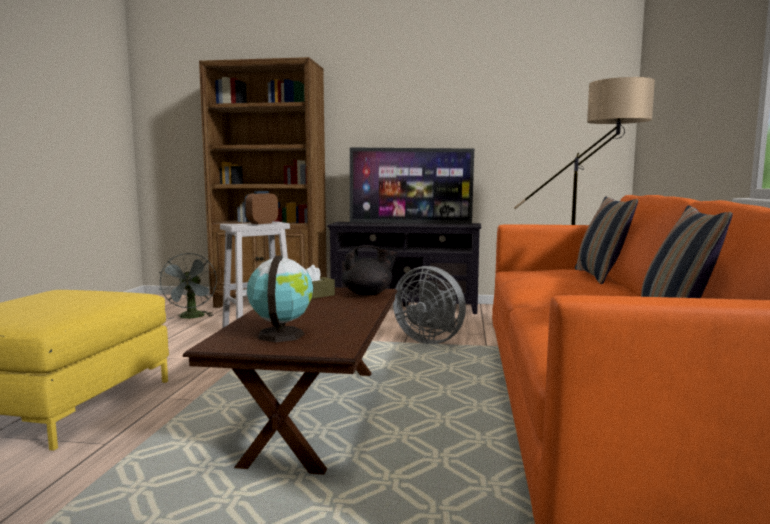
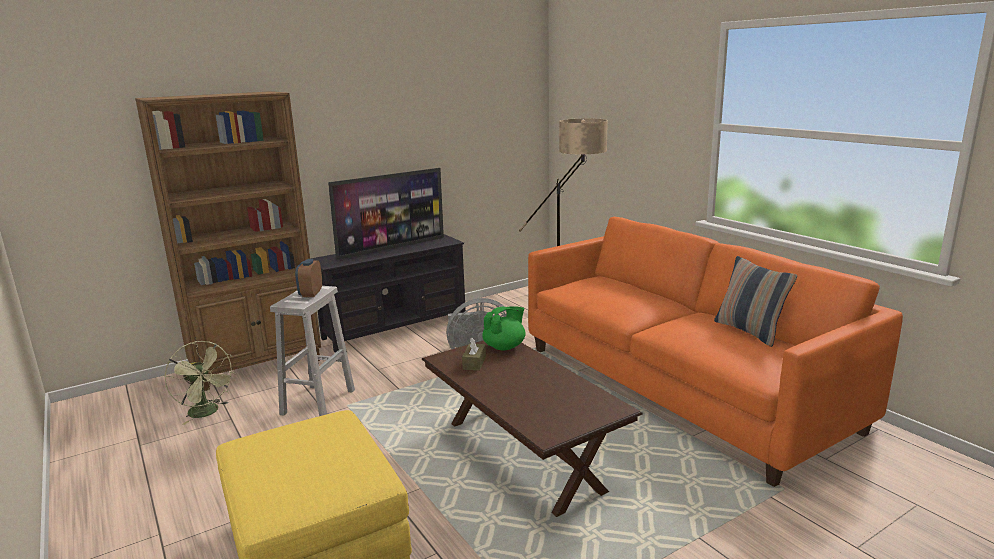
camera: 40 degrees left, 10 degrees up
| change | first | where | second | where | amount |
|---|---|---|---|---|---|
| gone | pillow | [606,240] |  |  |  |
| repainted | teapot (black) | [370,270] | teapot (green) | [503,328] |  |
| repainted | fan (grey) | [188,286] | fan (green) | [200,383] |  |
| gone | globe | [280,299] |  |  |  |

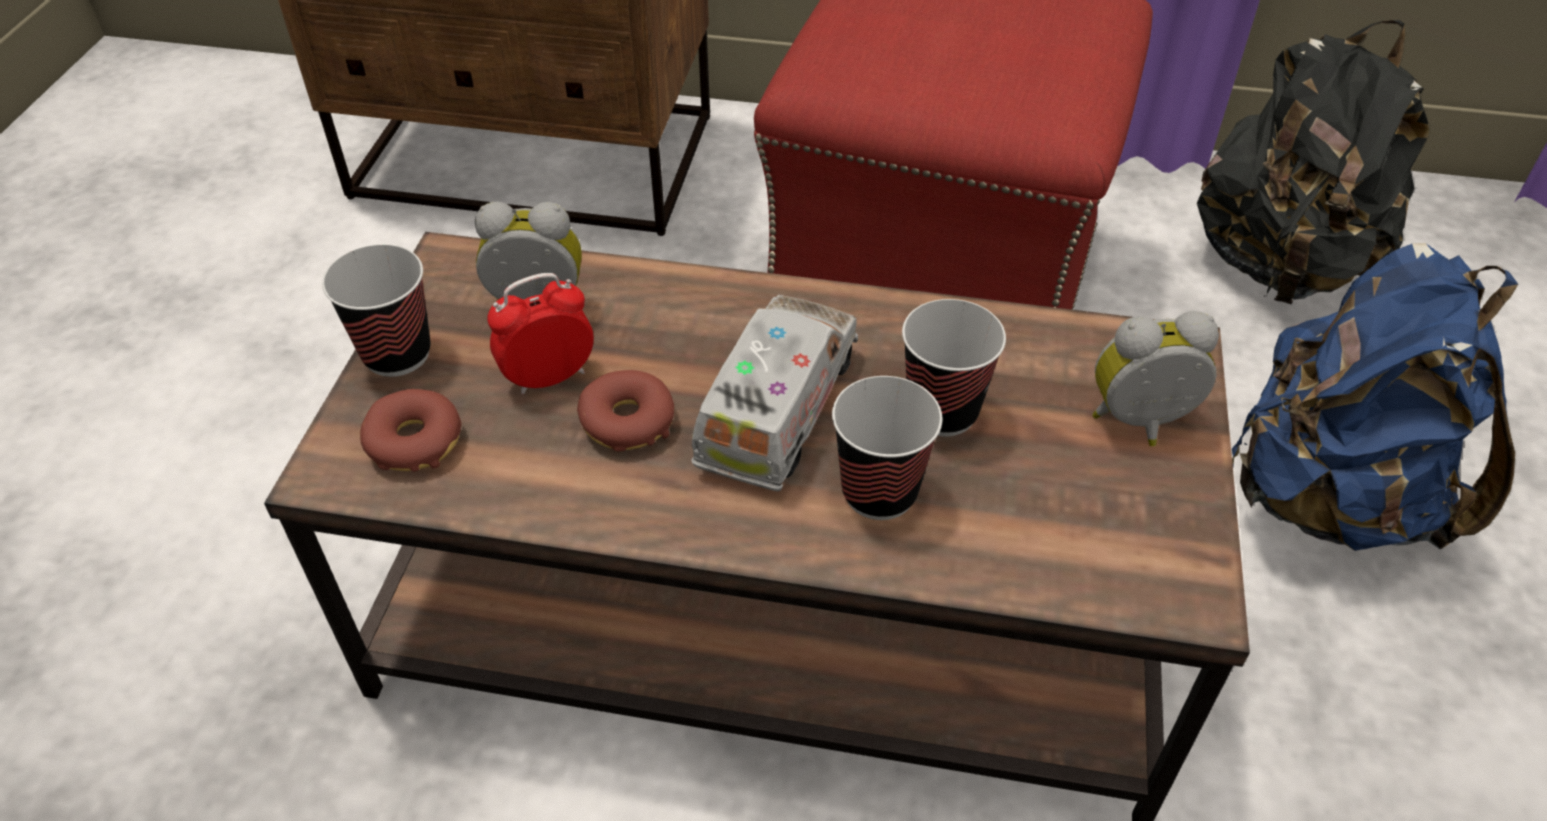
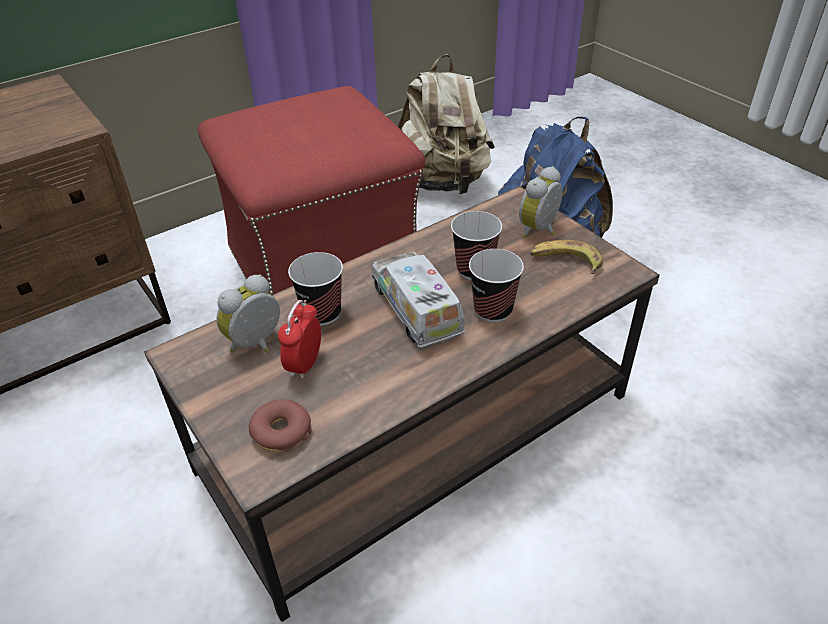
camera: 45 degrees left, 5 degrees down
| change | first | where | second | where | amount |
|---|---|---|---|---|---|
| repainted | backpack (black) | [1313,162] | backpack (beige) | [446,124] |  |
| shifted | cup | [376,310] |  | [315,289] |  |
| gone | donut | [625,411] |  |  |  |
| new |  |  | banana | [566,257] |  |

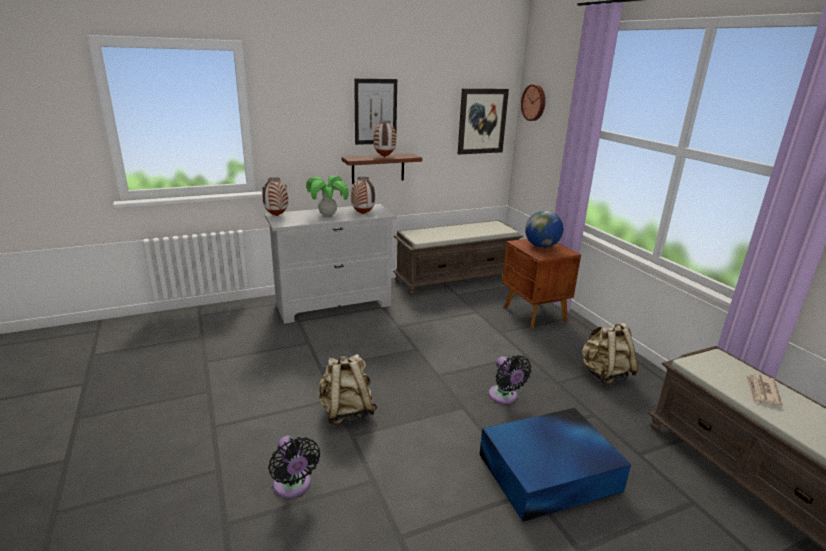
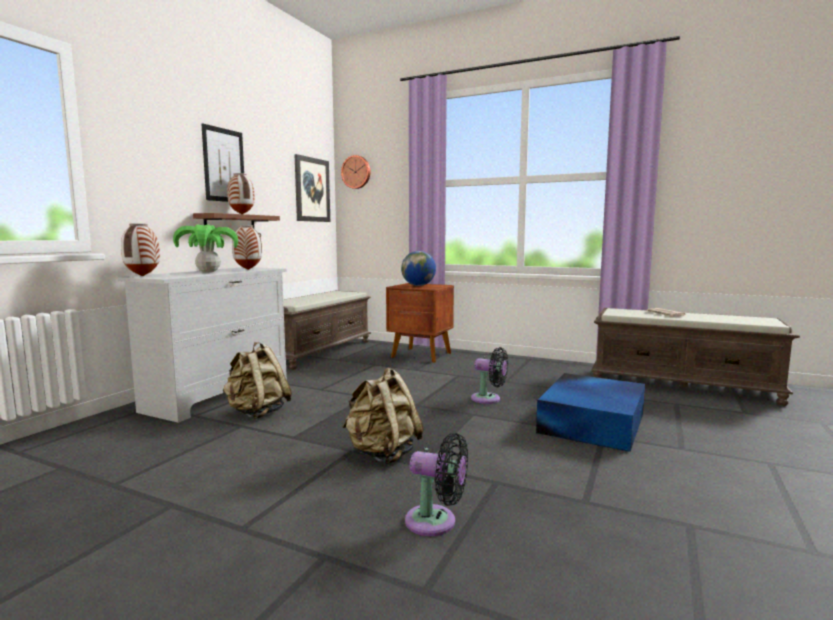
camera: 40 degrees left, 15 degrees down
| change | first | where | second | where | amount |
|---|---|---|---|---|---|
| shifted | backpack (beige) | [609,353] |  | [257,380] |  |

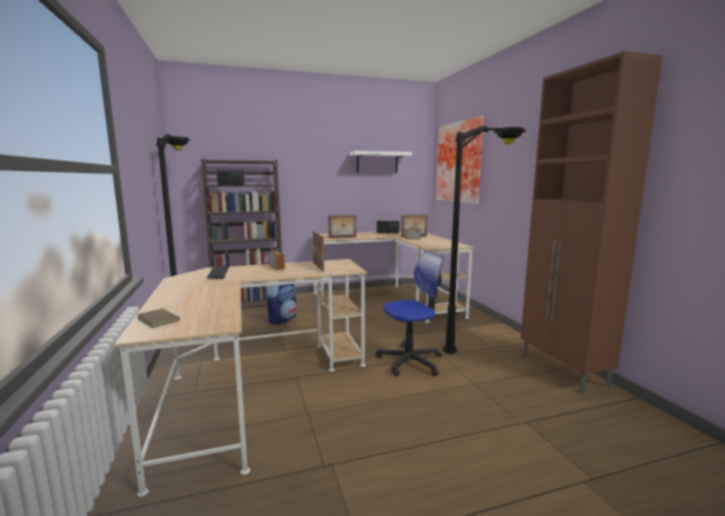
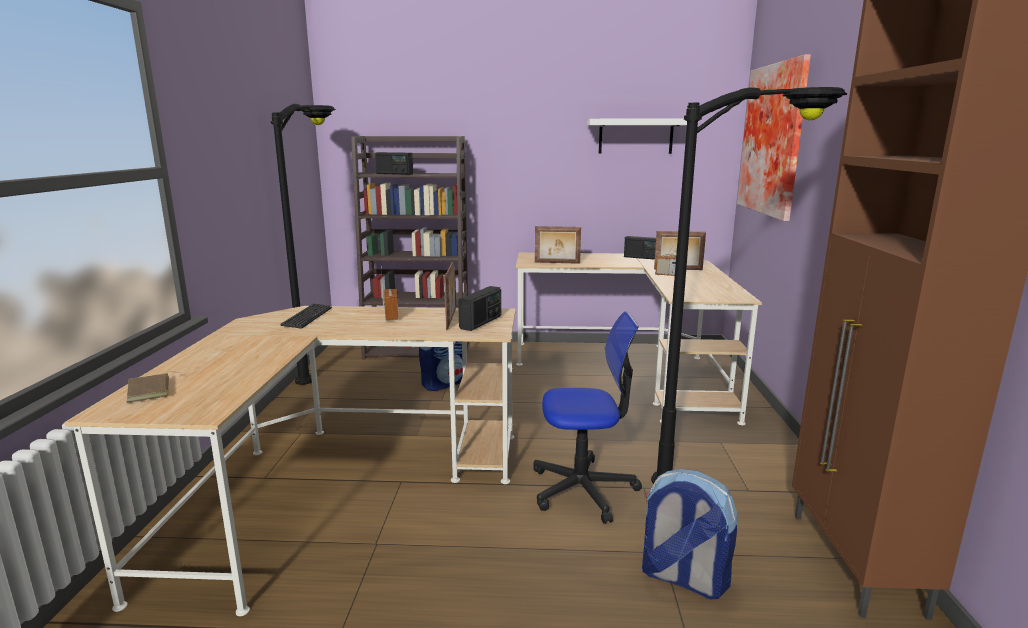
camera: 20 degrees right, 5 degrees up
| change | first | where | second | where | amount |
|---|---|---|---|---|---|
| new |  |  | radio | [479,308] |  |
| new |  |  | backpack | [689,534] |  |

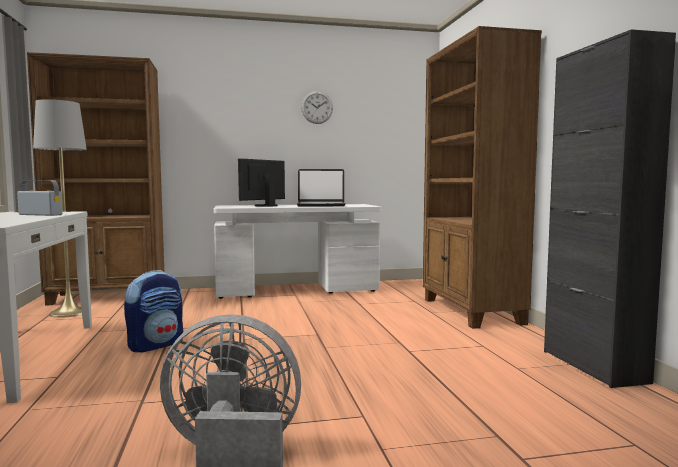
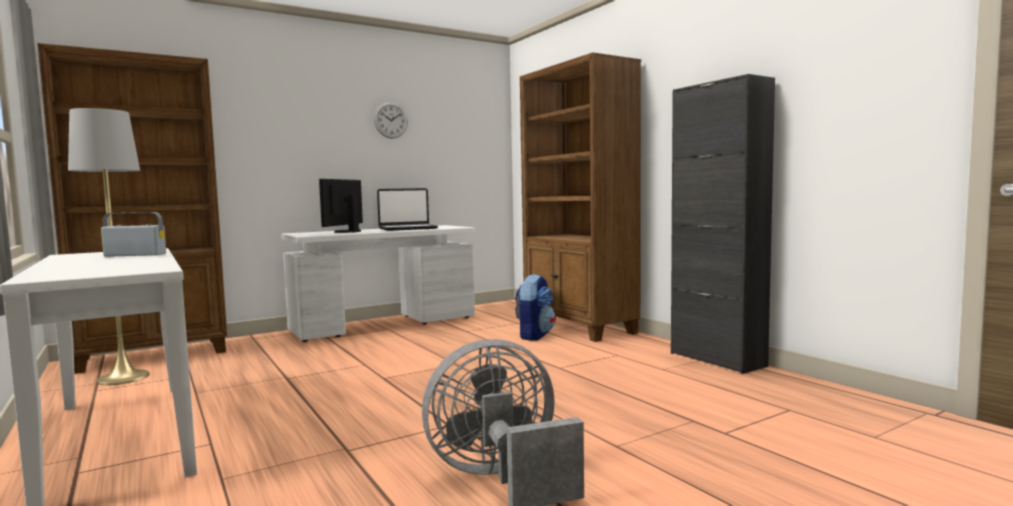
camera: 20 degrees left, 0 degrees up
| change | first | where | second | where | amount |
|---|---|---|---|---|---|
| shifted | backpack | [153,311] |  | [535,307] |  |

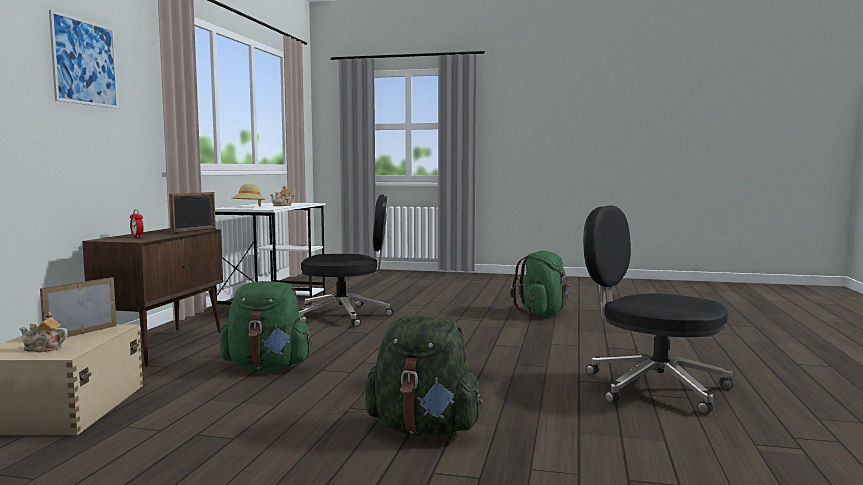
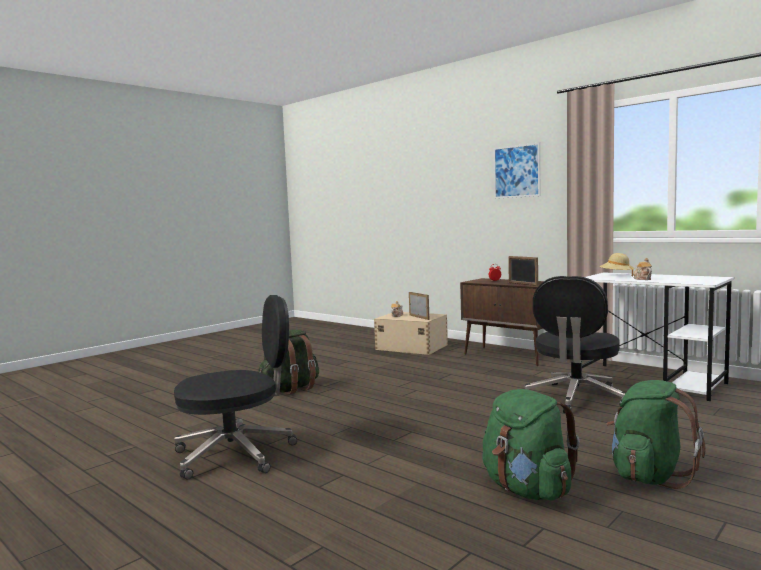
camera: 120 degrees right, 0 degrees up
| change | first | where | second | where | amount |
|---|---|---|---|---|---|
| shifted | backpack (green) | [266,326] |  | [656,434] |  |

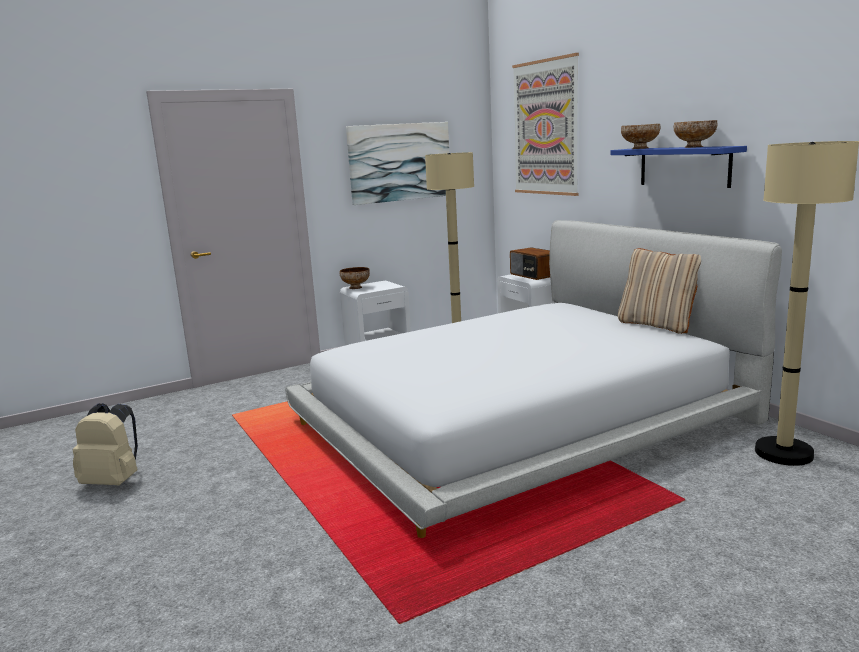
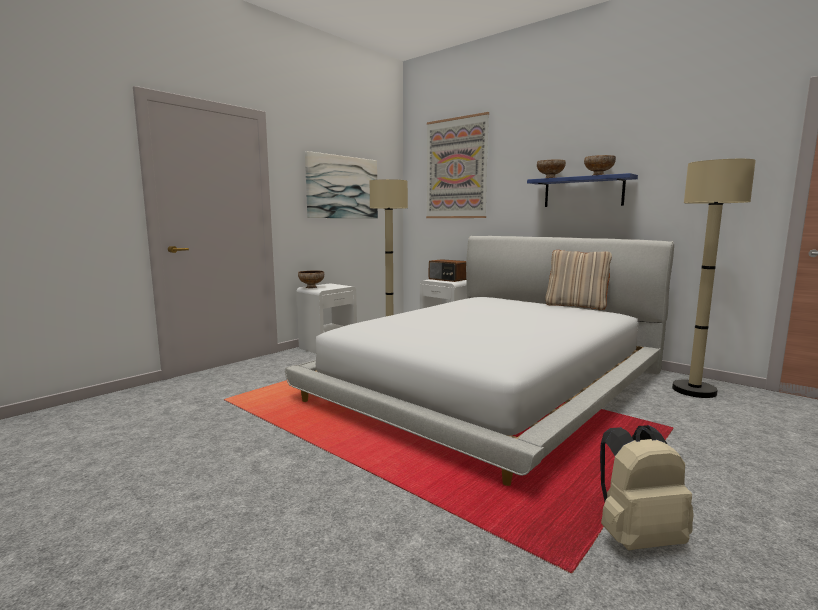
camera: 20 degrees left, 5 degrees down
| change | first | where | second | where | amount |
|---|---|---|---|---|---|
| shifted | backpack (beige) | [105,444] |  | [647,487] |  |

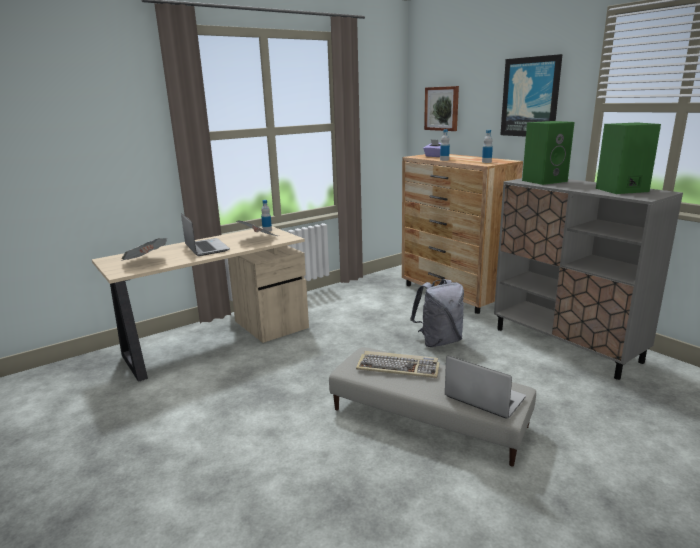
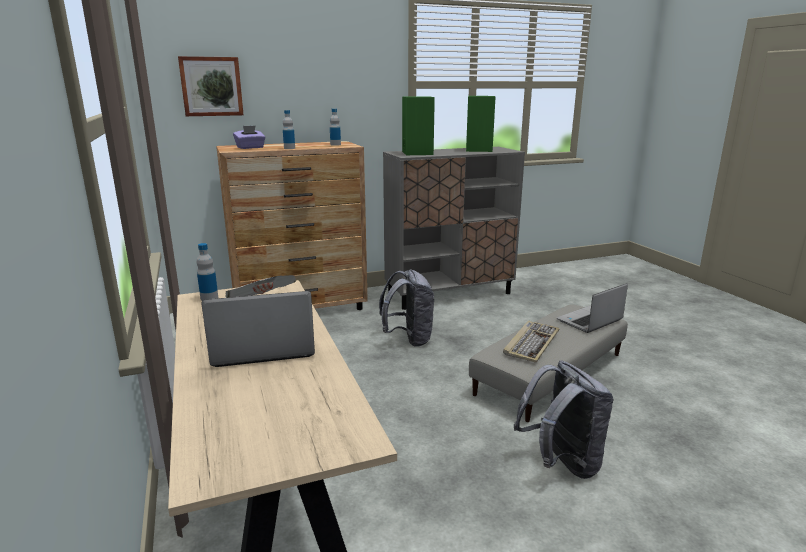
camera: 75 degrees left, 0 degrees up
| change | first | where | second | where | amount |
|---|---|---|---|---|---|
| gone | picture | [531,95] |  |  |  |
| gone | newspaper | [144,249] |  |  |  |
| new |  |  | backpack (grey) | [564,419] |  |

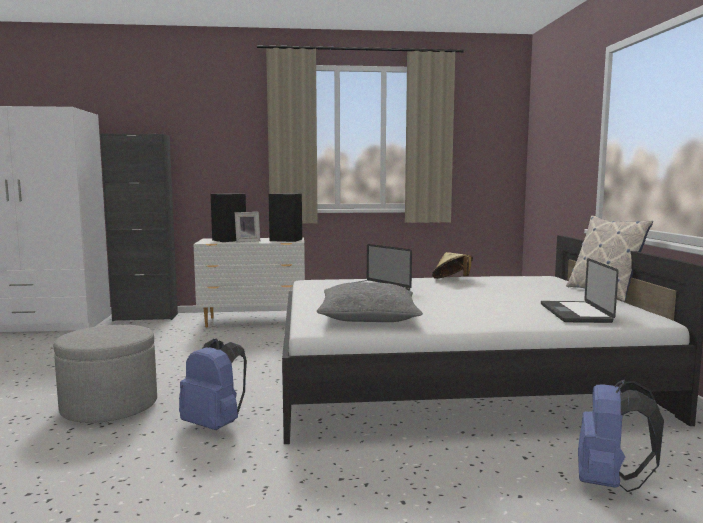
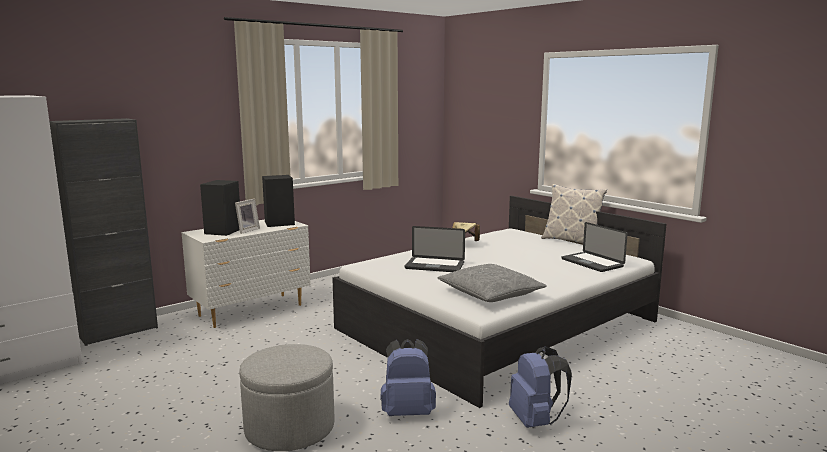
camera: 35 degrees left, 5 degrees up
| change | first | where | second | where | amount |
|---|---|---|---|---|---|
| shifted | backpack (blue) | [621,436] |  | [540,387] |  |

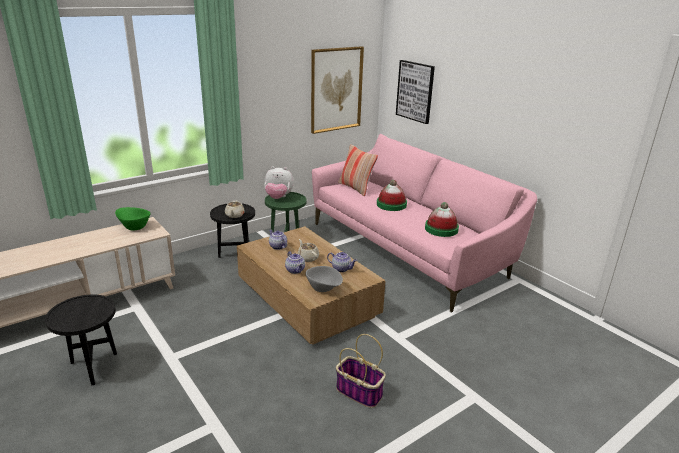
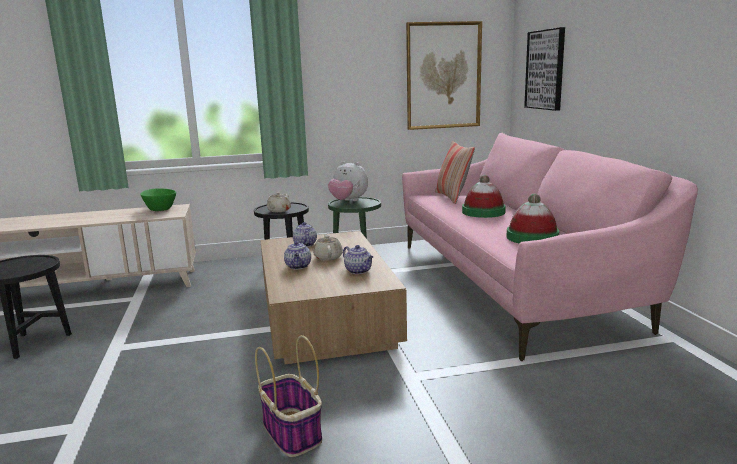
camera: 25 degrees right, 10 degrees down
| change | first | where | second | where | amount |
|---|---|---|---|---|---|
| gone | bowl (grey) | [324,279] |  |  |  |

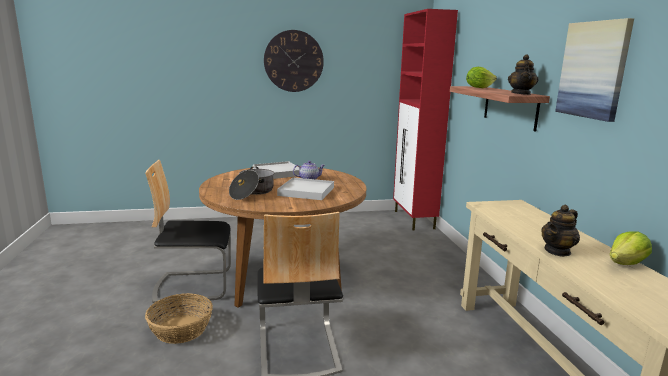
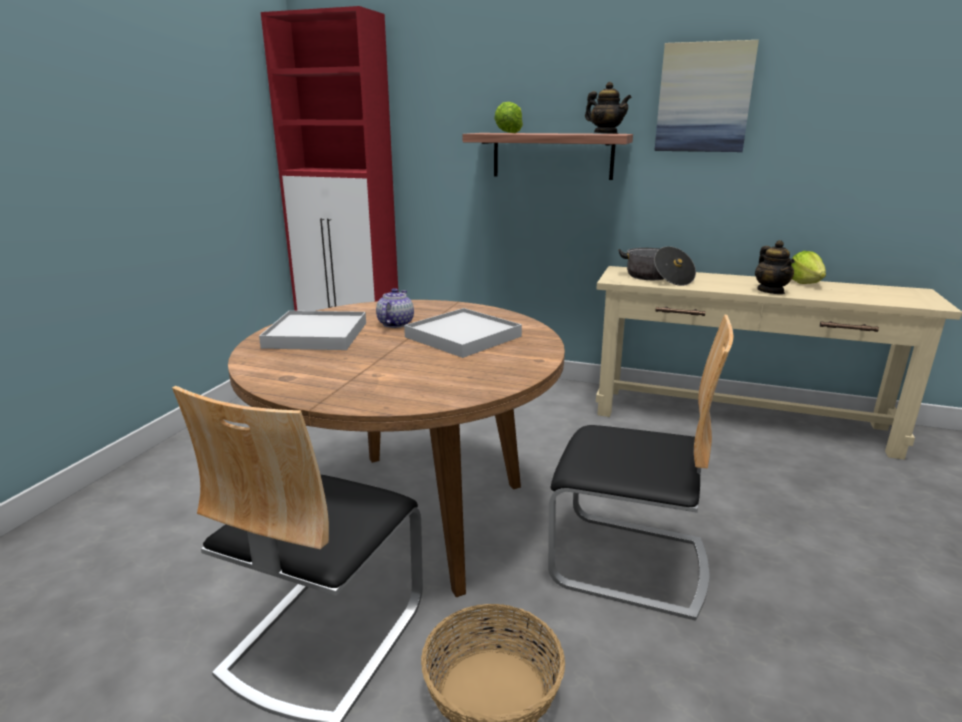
camera: 60 degrees left, 5 degrees up
| change | first | where | second | where | amount |
|---|---|---|---|---|---|
| gone | wall clock | [294,61] |  |  |  |
| shifted | cooking pot | [251,183] |  | [657,266] |  |

